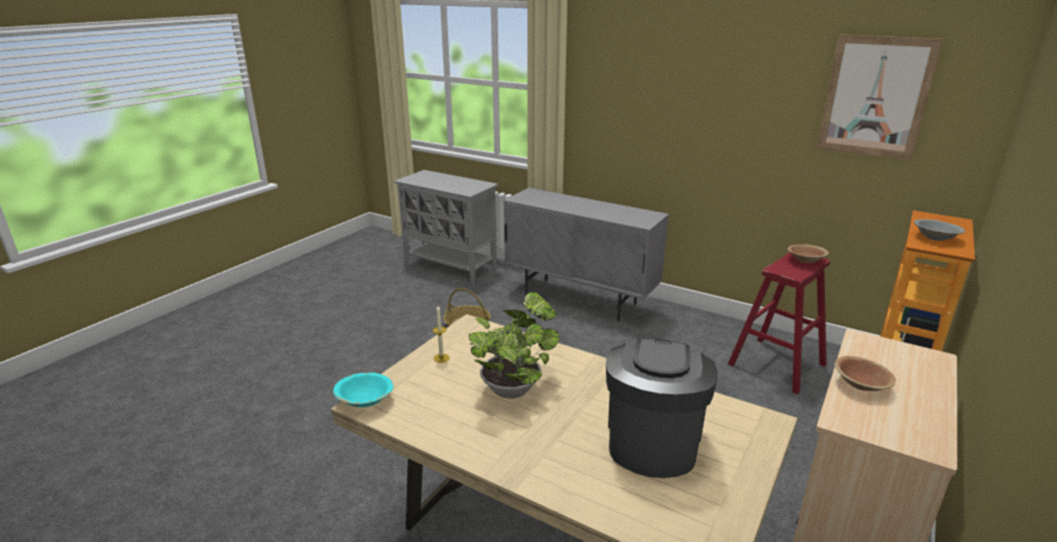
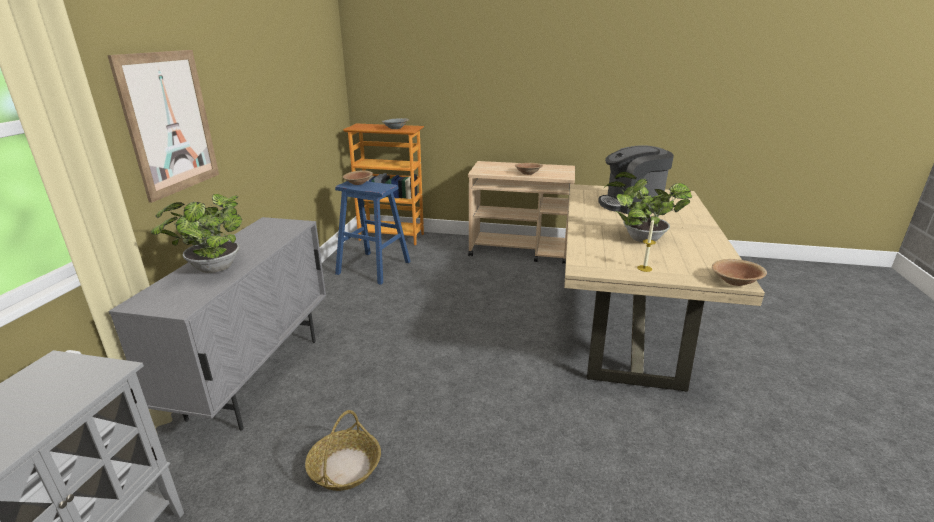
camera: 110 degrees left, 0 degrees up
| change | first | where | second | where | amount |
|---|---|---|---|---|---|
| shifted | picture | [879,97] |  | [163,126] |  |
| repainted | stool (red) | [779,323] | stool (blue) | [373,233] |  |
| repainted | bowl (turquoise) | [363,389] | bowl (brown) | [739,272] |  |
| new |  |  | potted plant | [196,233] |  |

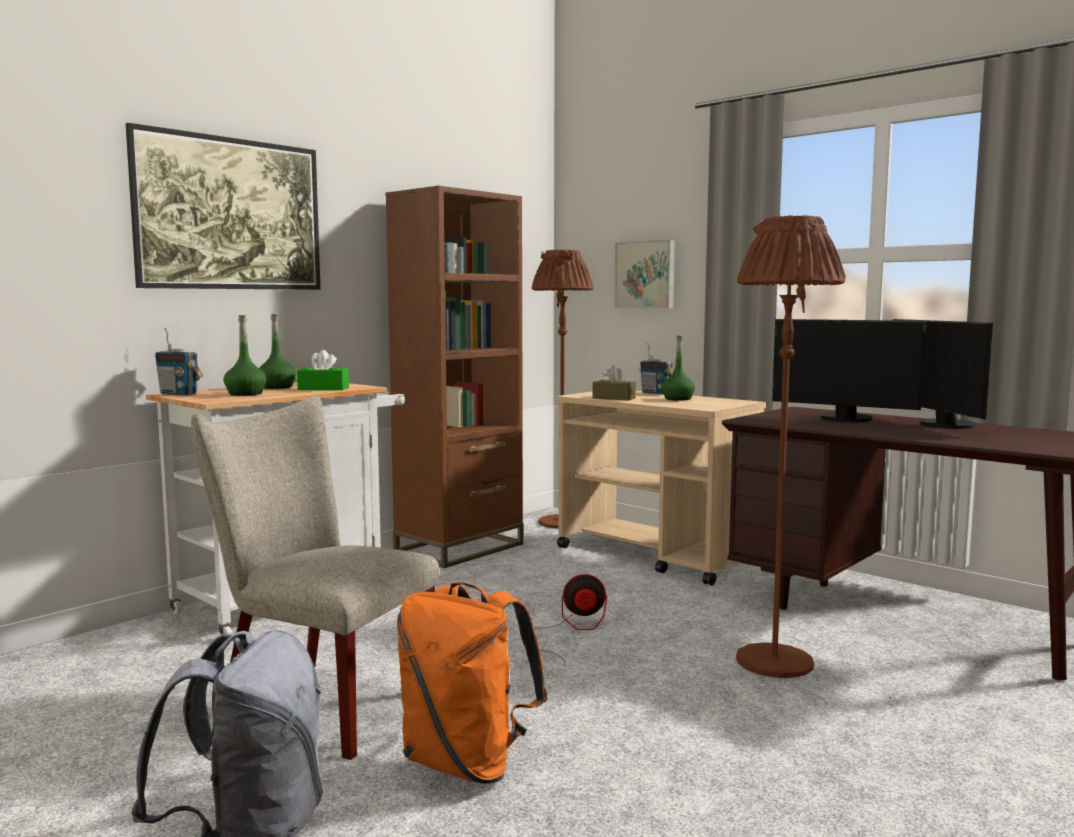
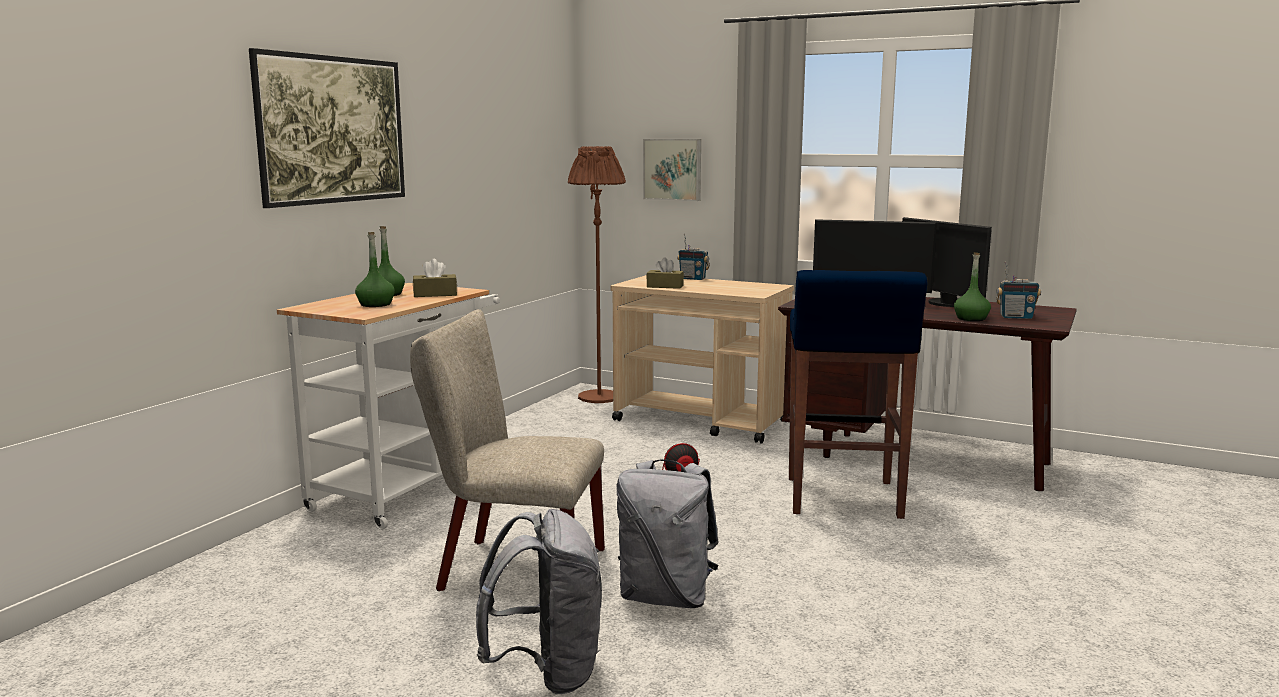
camera: 15 degrees left, 5 degrees up
| change | first | where | second | where | amount |
|---|---|---|---|---|---|
| gone | bookcase (brown) | [454,377] |  |  |  |
| swapped | floor lamp (brown) | [790,446] | stool (blue) | [858,394] |  |
| shifted | radio | [179,361] |  | [1018,290] |  |
| shifted | bottle (green) | [678,368] |  | [972,286] |  |
| repainted | tissue box (green) | [323,370] | tissue box (brown) | [435,278] |  |
| repainted | backpack (orange) | [472,683] | backpack (grey) | [667,533] |  |

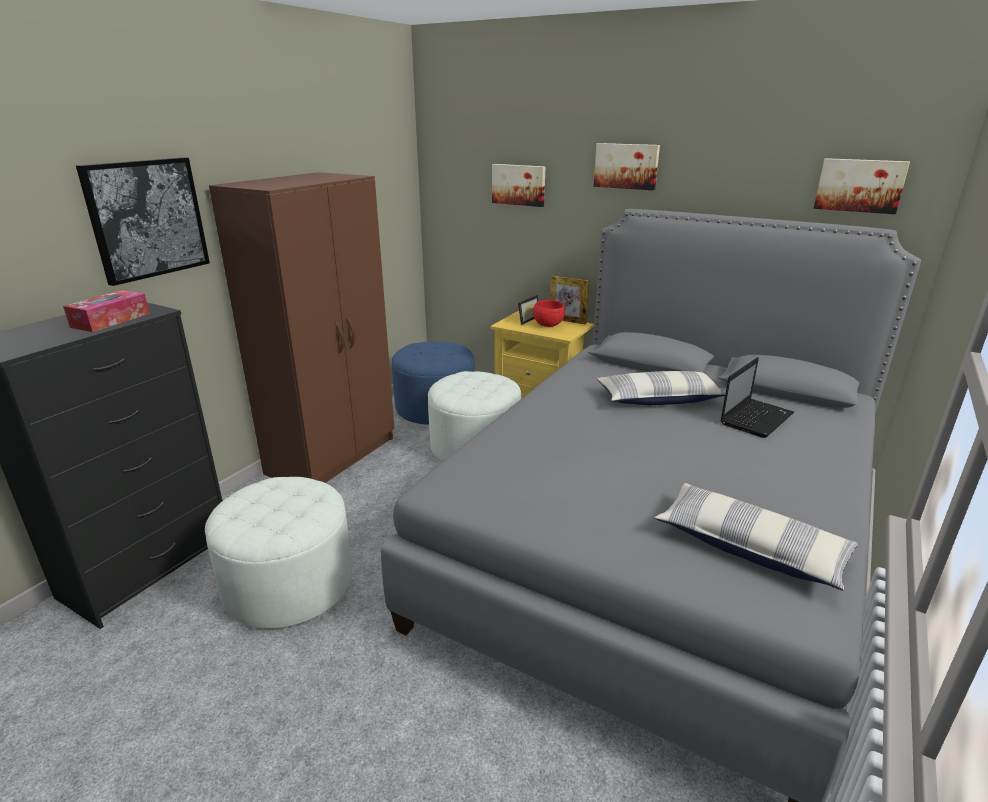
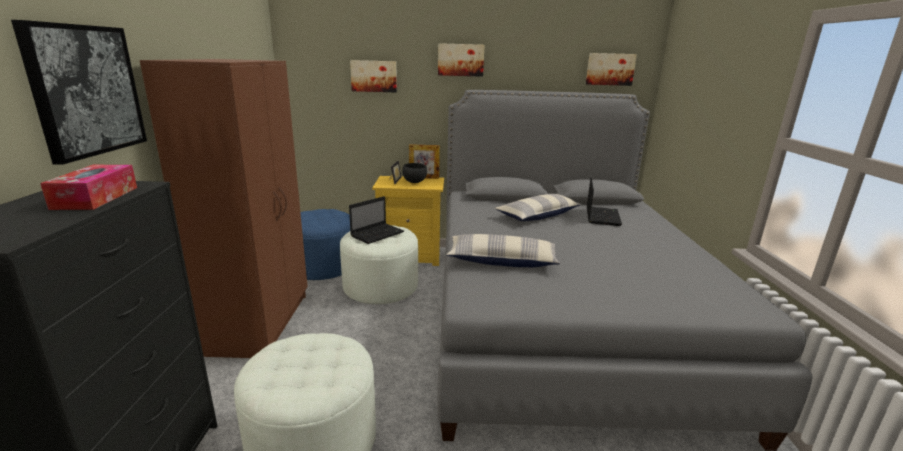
camera: 30 degrees left, 5 degrees down
| change | first | where | second | where | amount |
|---|---|---|---|---|---|
| repainted | bowl (red) | [549,313] | bowl (black) | [414,173] |  |
| shifted | pillow | [756,537] |  | [503,251] |  |
| new |  |  | laptop | [376,220] |  |

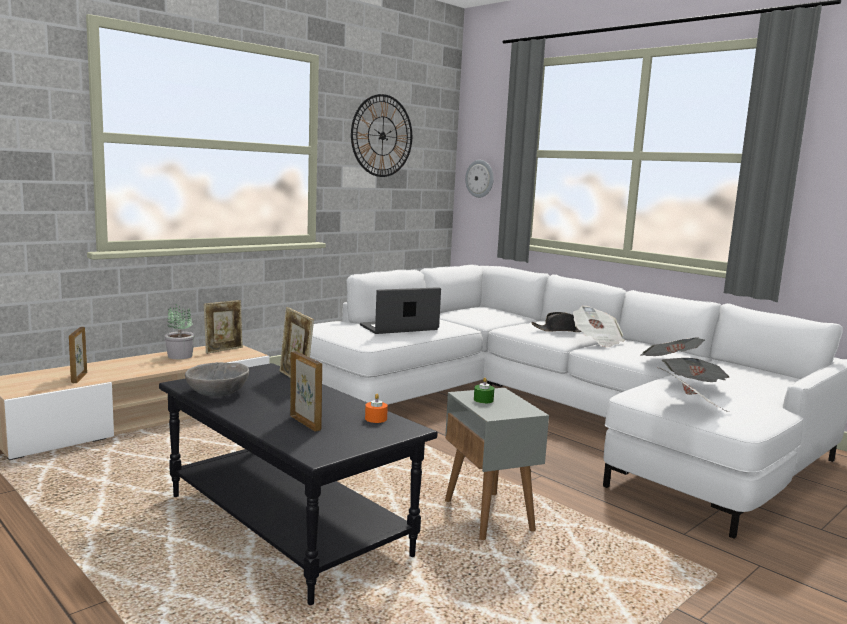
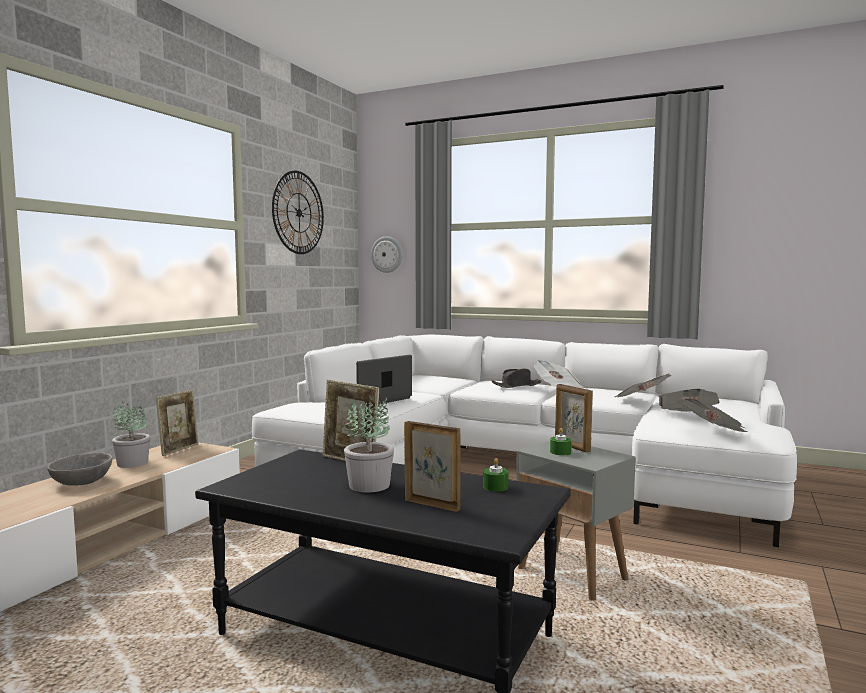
camera: 20 degrees left, 5 degrees down
| change | first | where | second | where | amount |
|---|---|---|---|---|---|
| shifted | picture frame | [78,355] |  | [574,418] |  |
| shifted | bowl (grey) | [217,379] |  | [79,469] |  |
| repainted | candle (orange) | [376,408] | candle (green) | [496,475] |  |
| new |  |  | potted plant | [369,444] |  |

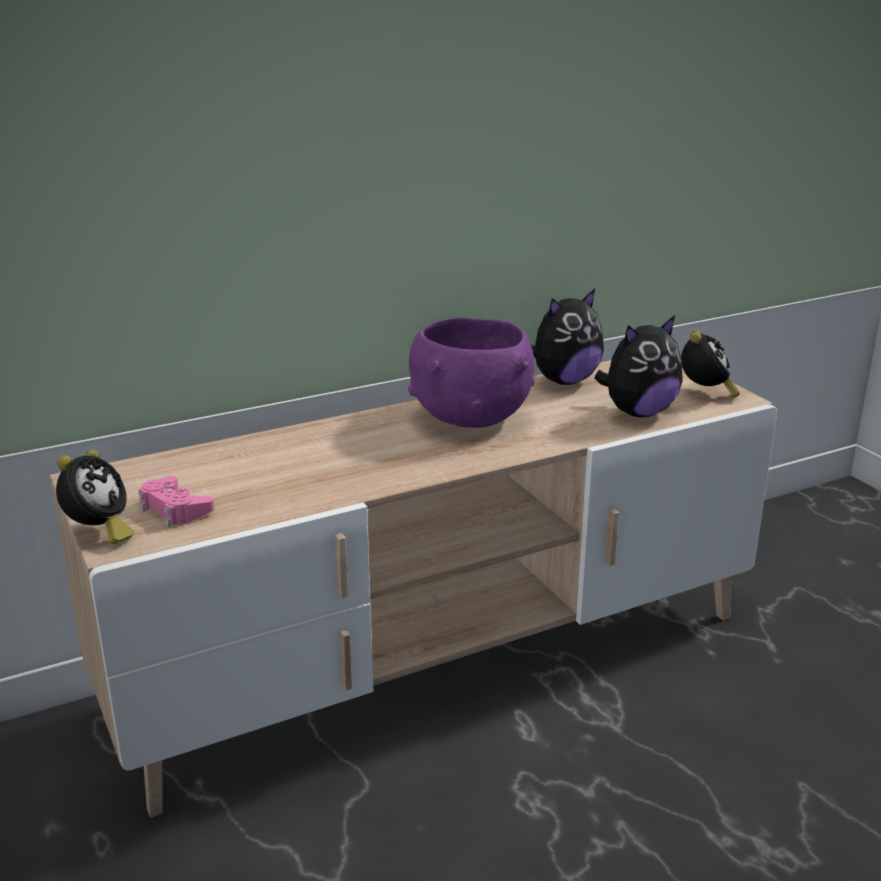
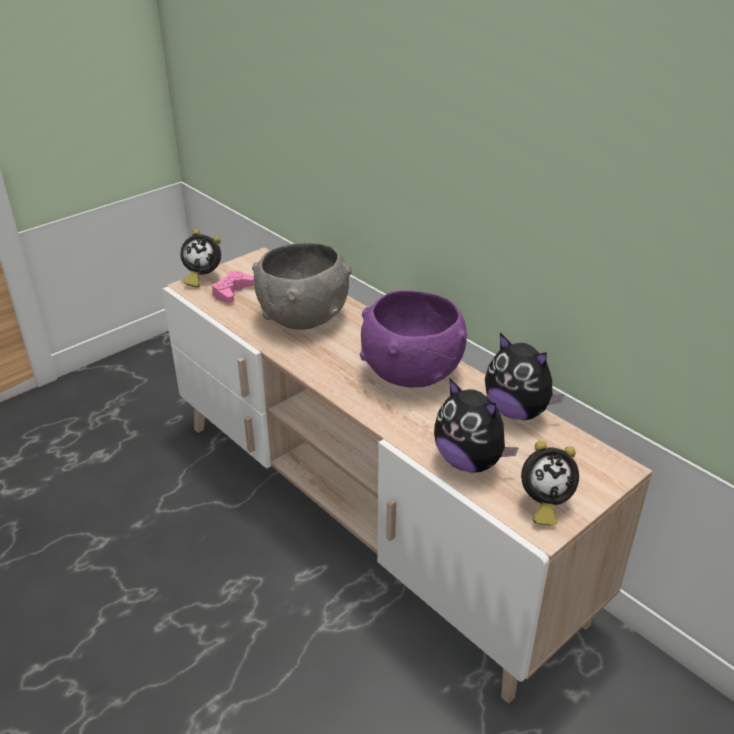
camera: 75 degrees right, 10 degrees up
| change | first | where | second | where | amount |
|---|---|---|---|---|---|
| new |  |  | bowl (grey) | [302,286] |  |

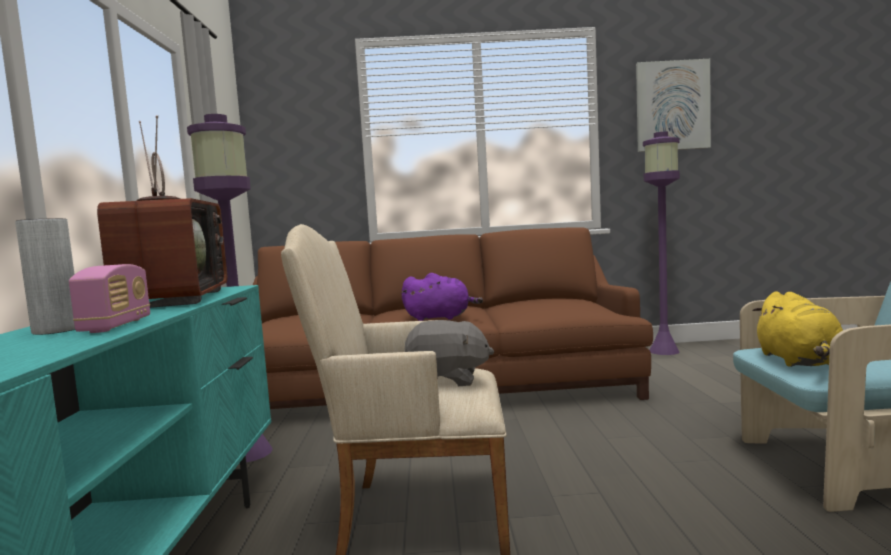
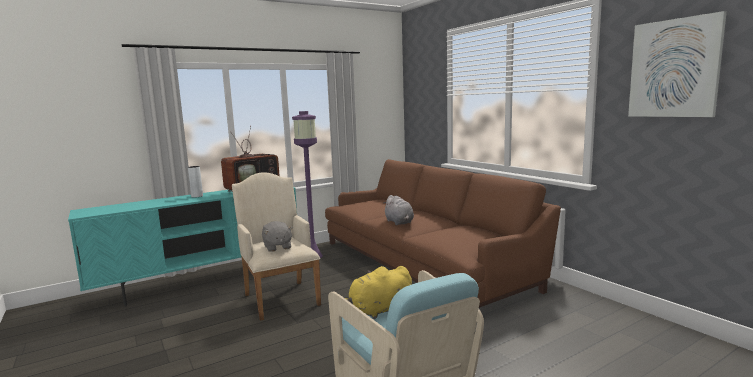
camera: 60 degrees right, 5 degrees up
| change | first | where | second | where | amount |
|---|---|---|---|---|---|
| gone | floor lamp (purple) | [661,243] |  |  |  |
| gone | radio | [109,298] |  |  |  |
| repainted | plush toy (purple) | [442,297] | plush toy (grey) | [398,210] |  |

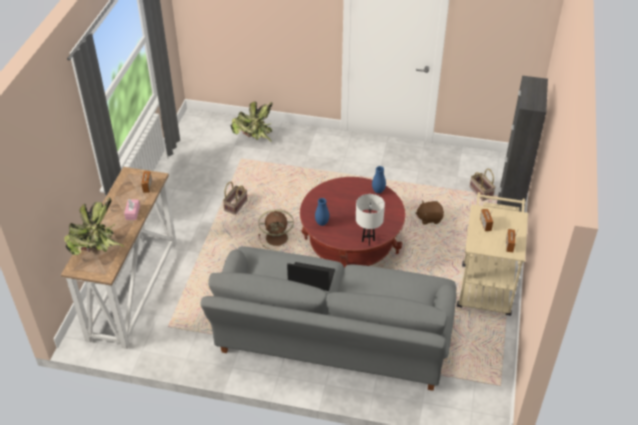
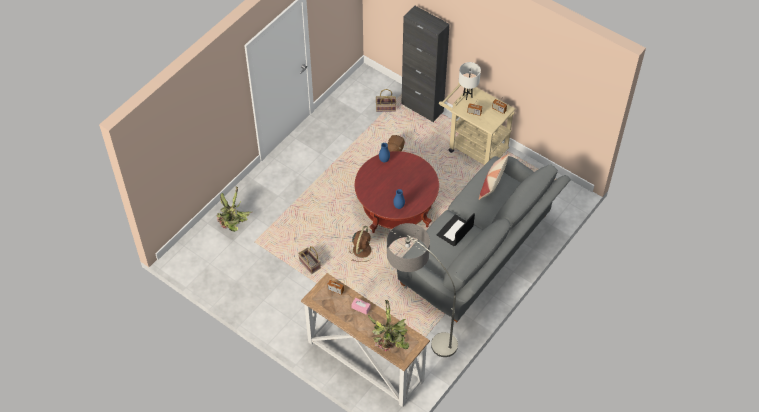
camera: 65 degrees left, 10 degrees up
| change | first | where | second | where | amount |
|---|---|---|---|---|---|
| shifted | table lamp (white) | [370,220] |  | [470,81] |  |
| new |  |  | pillow | [494,177] |  |
| new |  |  | floor lamp | [422,290] |  |

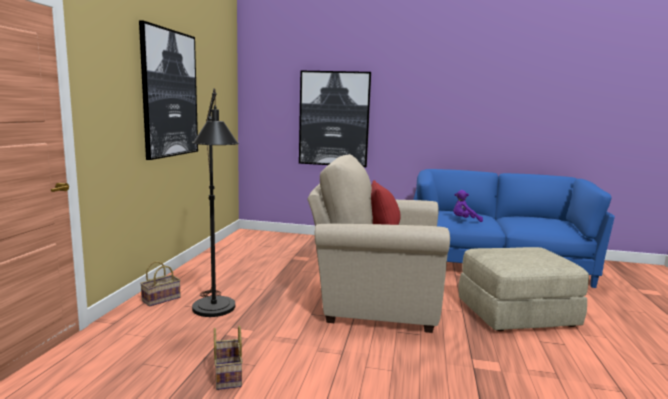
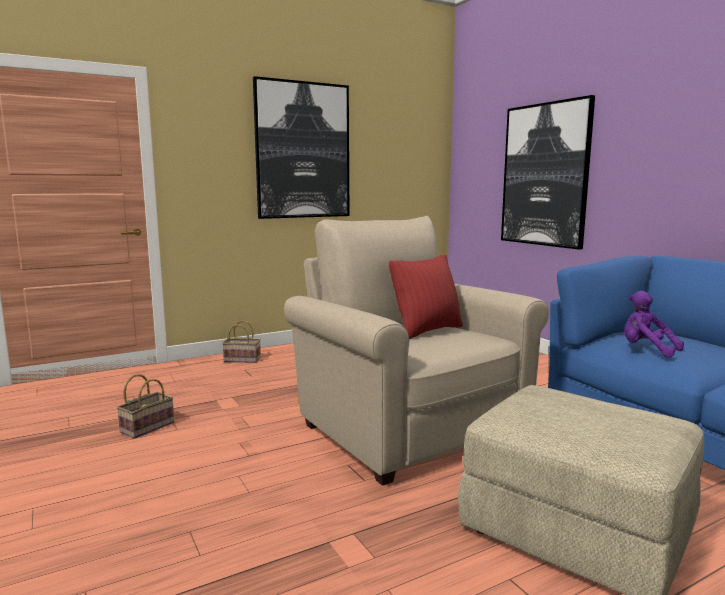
camera: 50 degrees right, 0 degrees up
| change | first | where | second | where | amount |
|---|---|---|---|---|---|
| gone | floor lamp (black) | [215,202] |  |  |  |

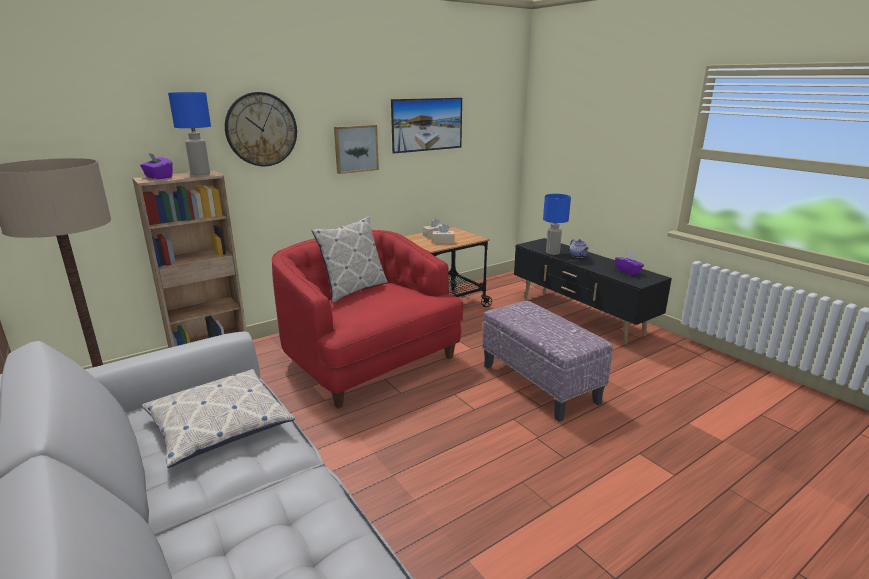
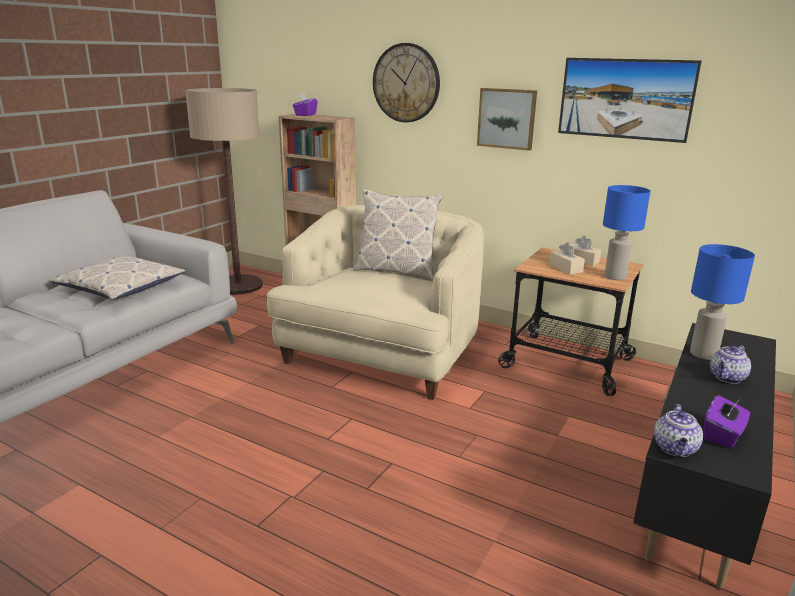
camera: 65 degrees right, 0 degrees up
| change | first | where | second | where | amount |
|---|---|---|---|---|---|
| shifted | table lamp (blue) | [189,133] |  | [626,232] |  |
| repainted | armchair (red) | [367,319] | armchair (beige) | [375,302] |  |
| gone | ottoman | [547,361] |  |  |  |
| new |  |  | teapot | [678,430] |  |

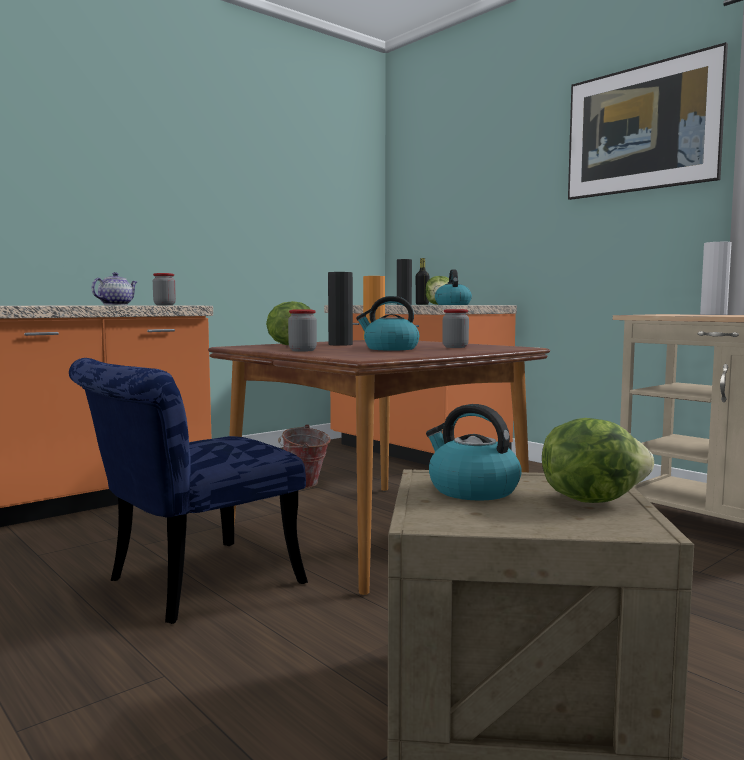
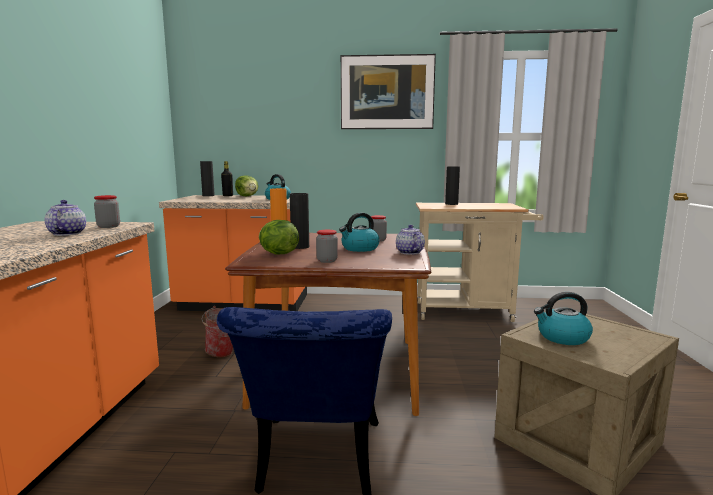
camera: 45 degrees left, 5 degrees up
| change | first | where | second | where | amount |
|---|---|---|---|---|---|
| repainted | vase (white) | [716,278] | vase (black) | [452,185] |  |
| gone | lettuce | [598,460] |  |  |  |
| new |  |  | teapot | [410,239] |  |

